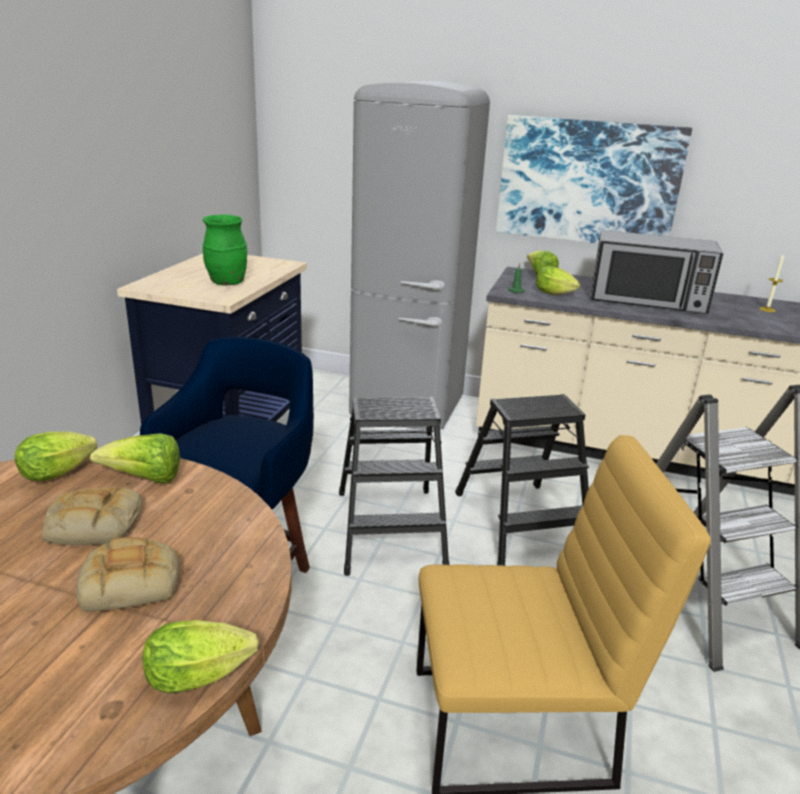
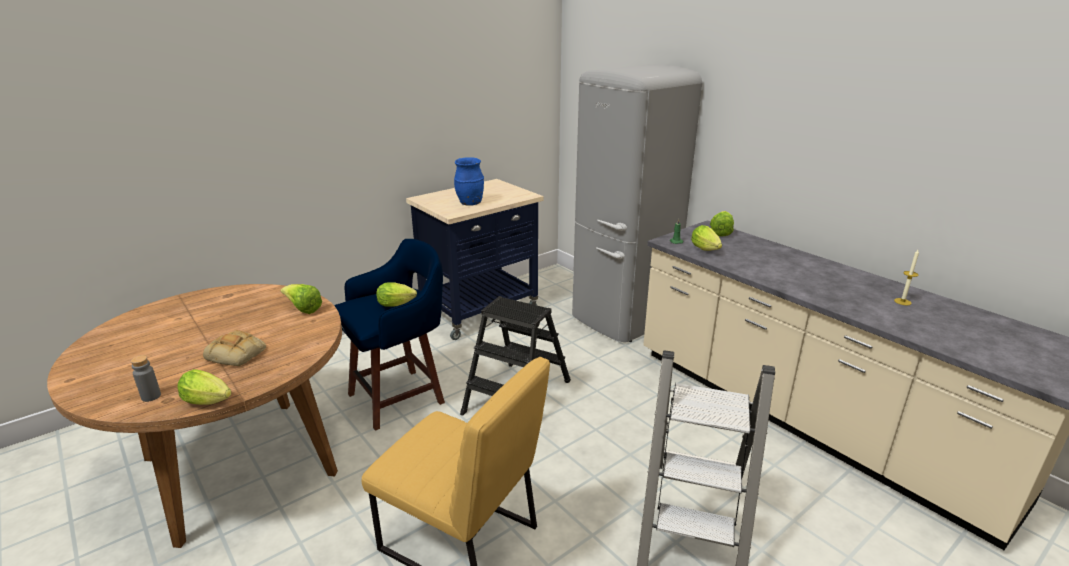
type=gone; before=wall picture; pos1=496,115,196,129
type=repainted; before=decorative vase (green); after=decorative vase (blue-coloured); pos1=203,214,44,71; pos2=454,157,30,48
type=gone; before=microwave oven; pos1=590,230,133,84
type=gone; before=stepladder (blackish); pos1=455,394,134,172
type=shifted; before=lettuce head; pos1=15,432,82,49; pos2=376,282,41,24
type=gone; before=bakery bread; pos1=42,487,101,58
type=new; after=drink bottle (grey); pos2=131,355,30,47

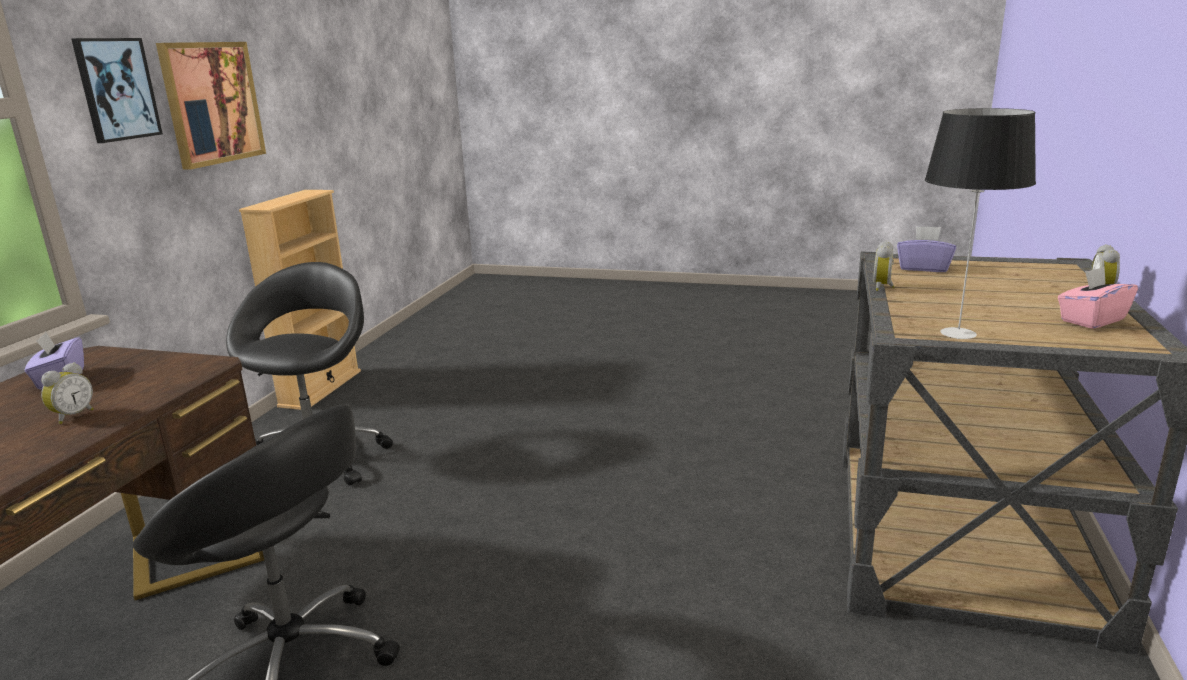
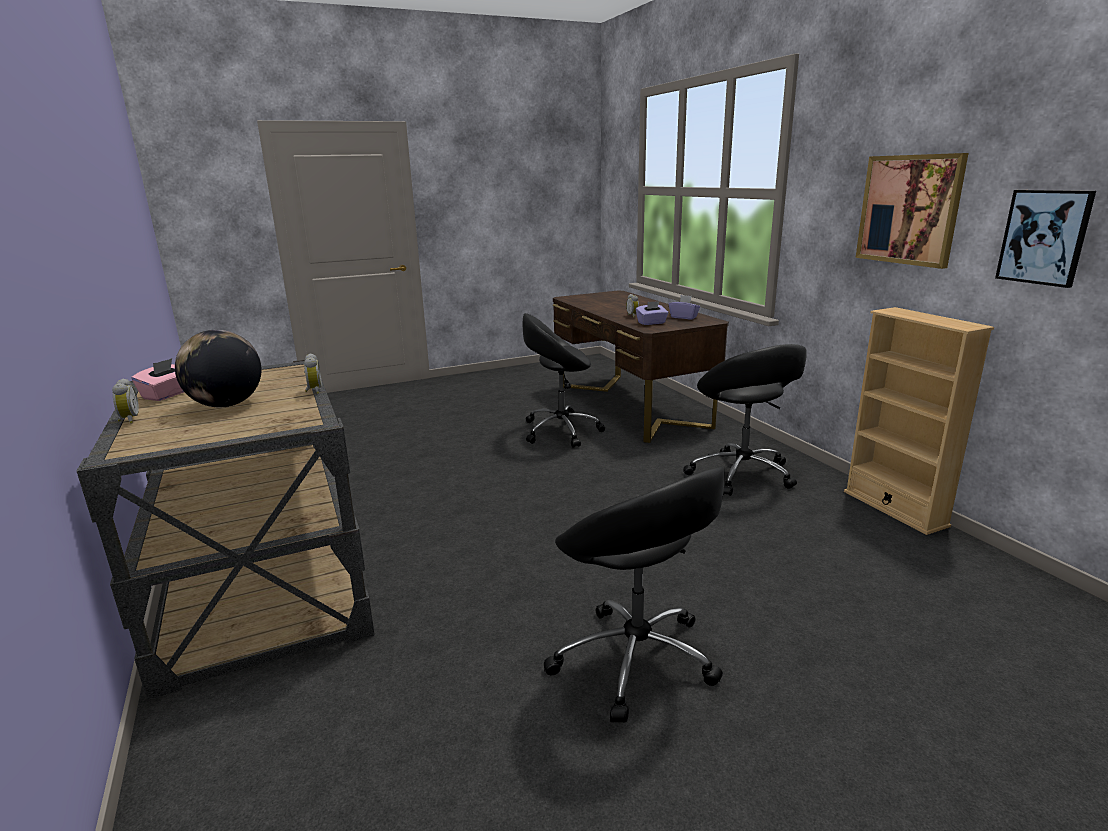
type=shifted; before=wall picture; pos1=71,38,92,105; pos2=995,190,101,98
type=gone; before=lamp for a table; pos1=925,108,111,231
type=shifted; before=tissue holder (purple-coloured); pos1=897,226,59,46; pos2=636,301,32,24
type=new; after=desk globe; pos2=175,330,87,77
type=new; after=office chair (blackish); pos2=544,467,181,256

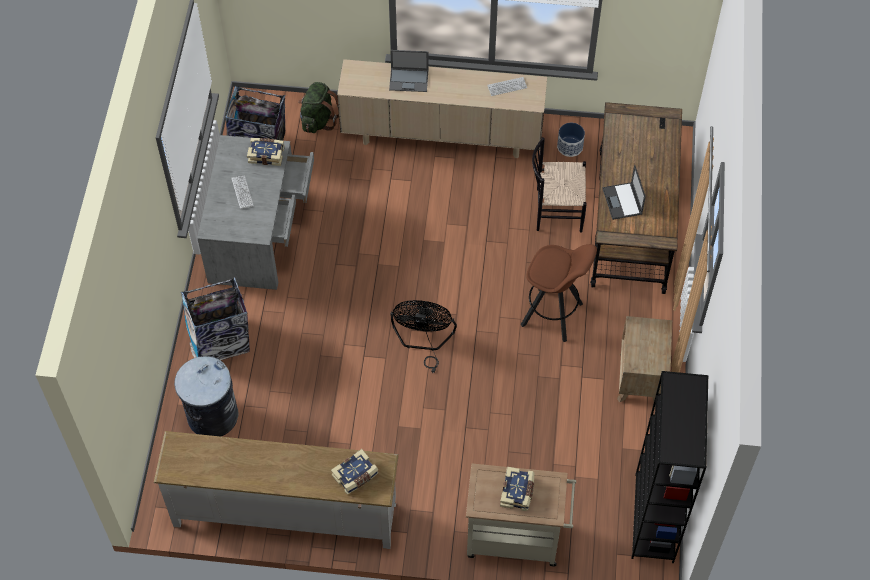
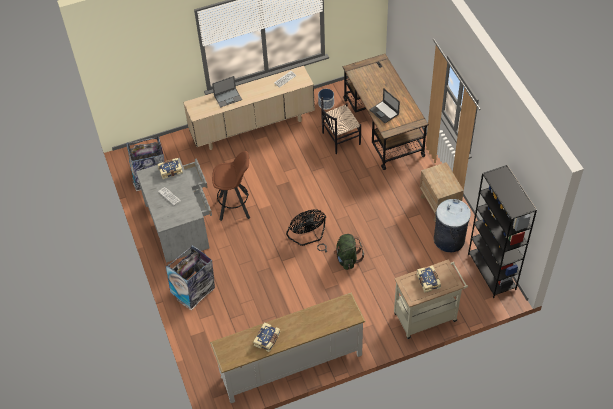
type=shifted; before=backpack (green); pos1=298,82,41,51; pos2=334,234,30,36
type=shifted; before=sitting stool (brown); pos1=521,244,76,98; pos2=212,151,38,70
type=shifted; before=rubbish bin (grey); pos1=174,356,65,81; pos2=434,199,37,53
type=shifted; before=volume; pos1=331,449,47,45; pos2=253,322,27,30

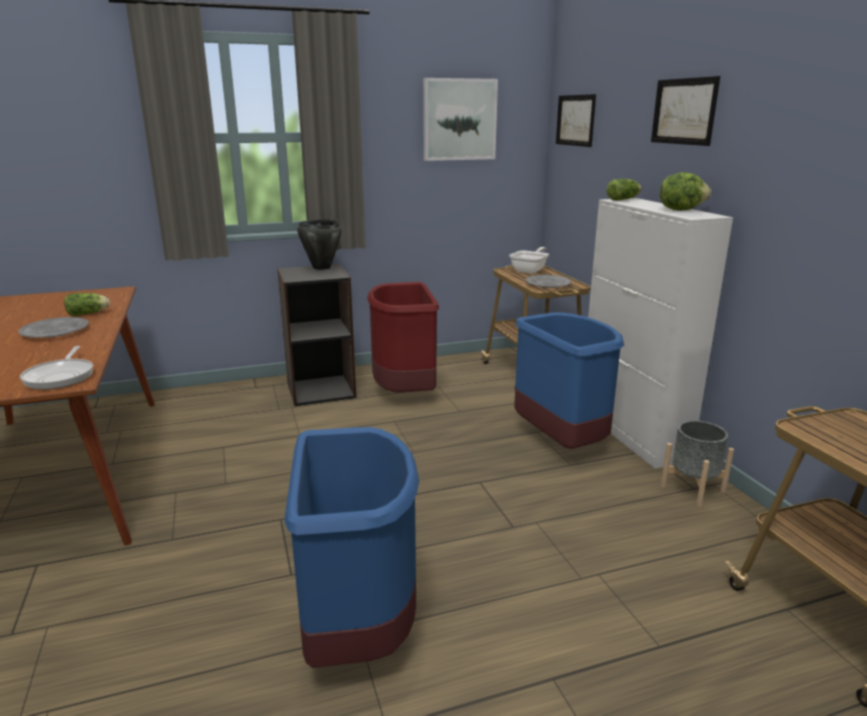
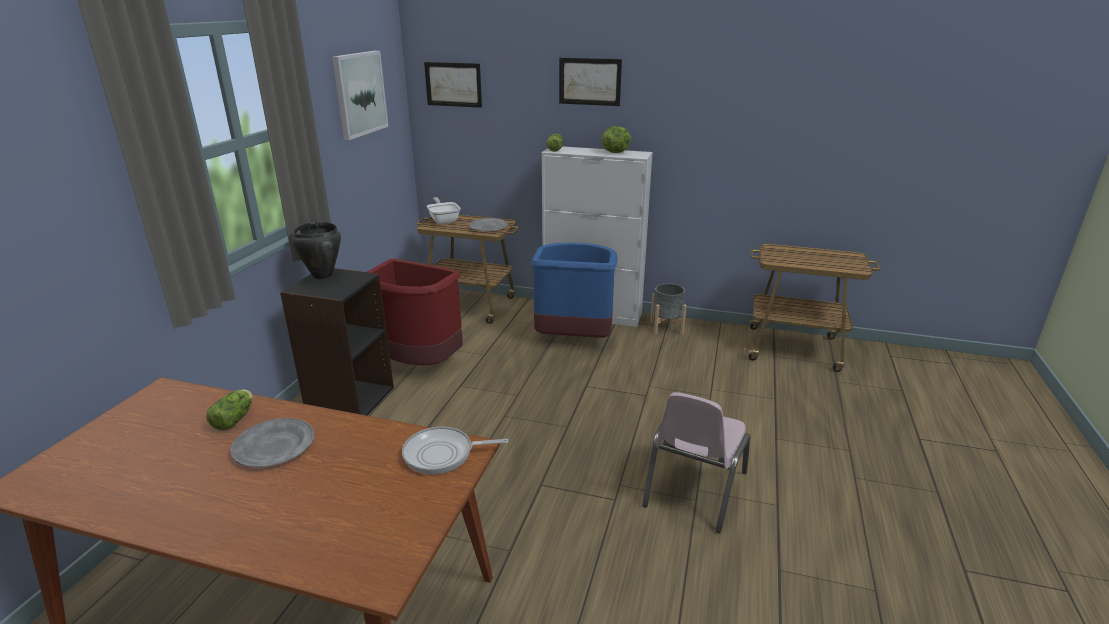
type=rotated; before=pan; pos1=20,346,73,44; pos2=402,427,106,47; turn=150
type=swapped; before=rubbish bin (blue-coloured); after=plain chair (pinkish); pos1=284,427,135,241; pos2=642,392,108,141

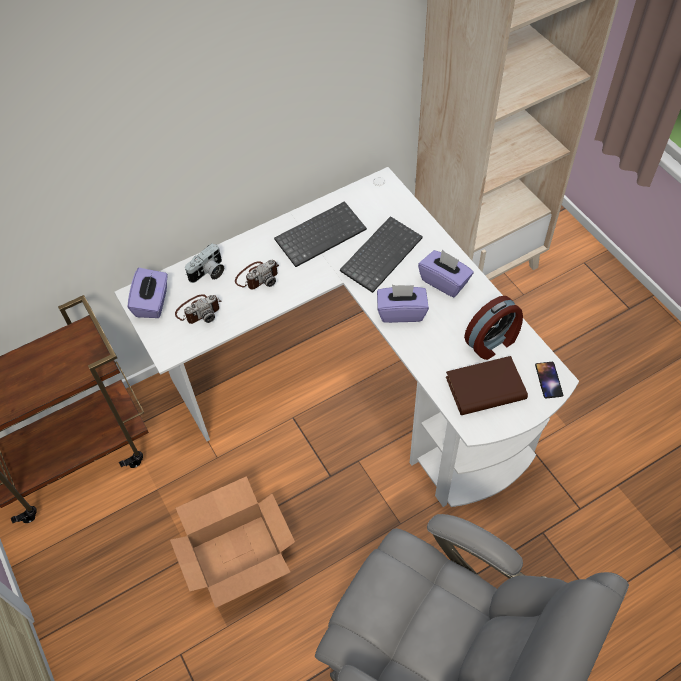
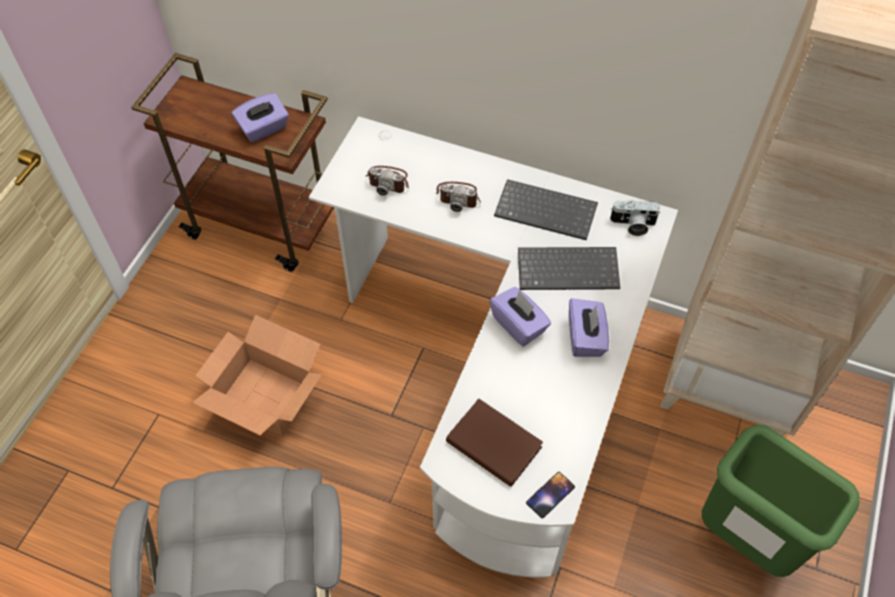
type=shifted; before=still camera; pos1=185,244,39,39; pos2=610,200,51,36
type=shifted; before=tissue holder (purple-coloured); pos1=128,268,40,50; pos2=232,93,57,49
type=gone; before=bedside clock; pos1=464,296,59,64
type=new; after=rubbish bin (green); pos2=702,425,158,152

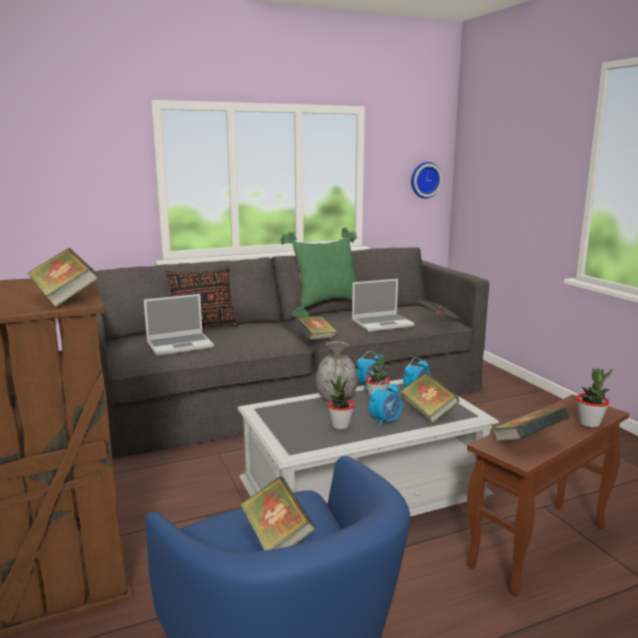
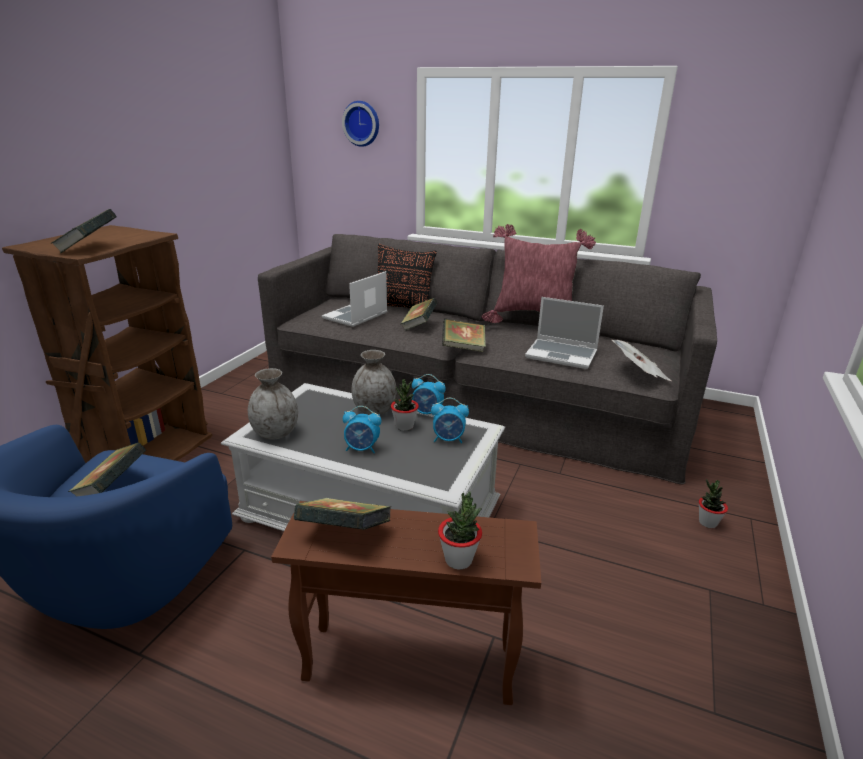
type=shifted; before=hanging clock; pos1=411,162,31,37; pos2=342,101,37,46
type=repainted; before=cushion (green); after=cushion (red); pos1=281,227,76,91; pos2=482,224,114,99
type=rotated; before=portable computer; pos1=144,294,70,62; pos2=322,271,65,56; turn=105
type=shifted; before=volume; pos1=400,373,60,50; pos2=401,298,36,33
type=shifted; before=houseplant; pos1=327,376,28,53; pos2=699,479,29,50
type=new; after=decorative vase (grey); pos2=248,368,50,72

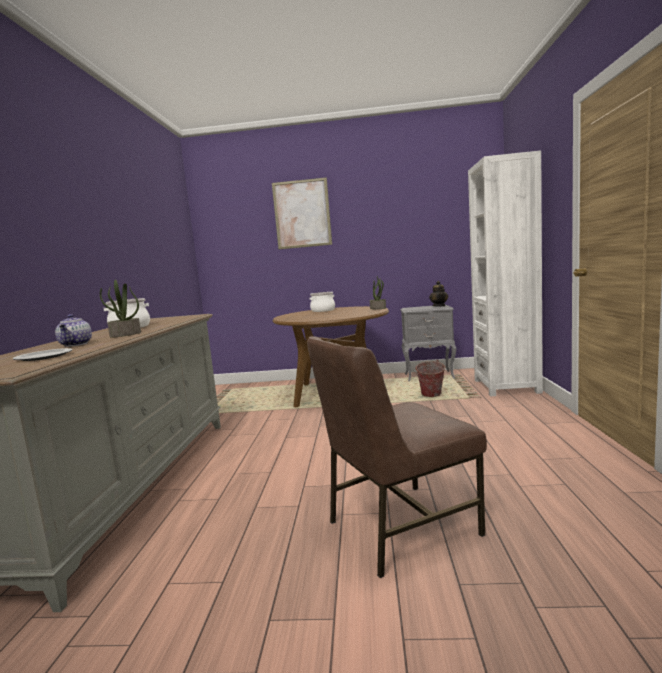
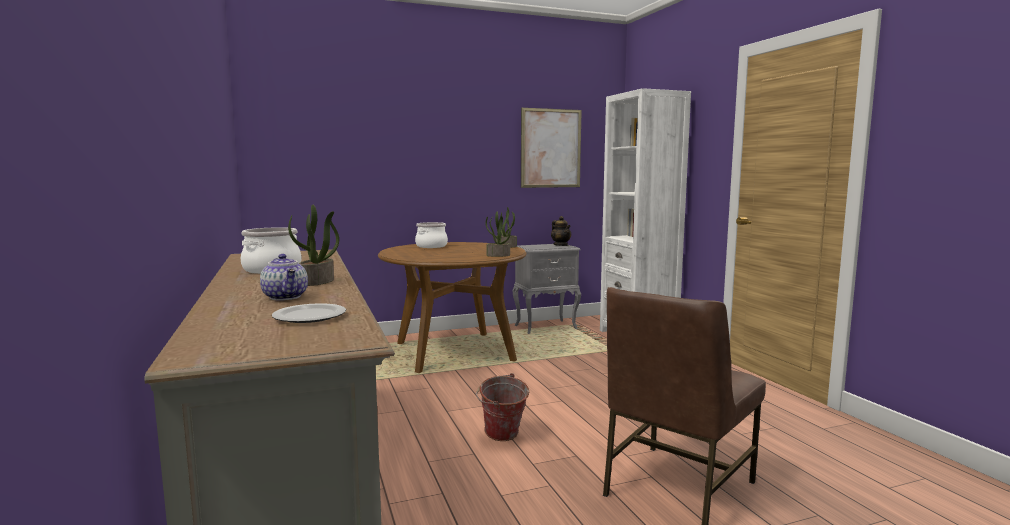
type=shifted; before=wall picture; pos1=272,177,60,72; pos2=521,108,61,80
type=shifted; before=bucket; pos1=414,360,32,37; pos2=476,373,53,68
type=new; after=houseplant; pos2=485,211,26,46

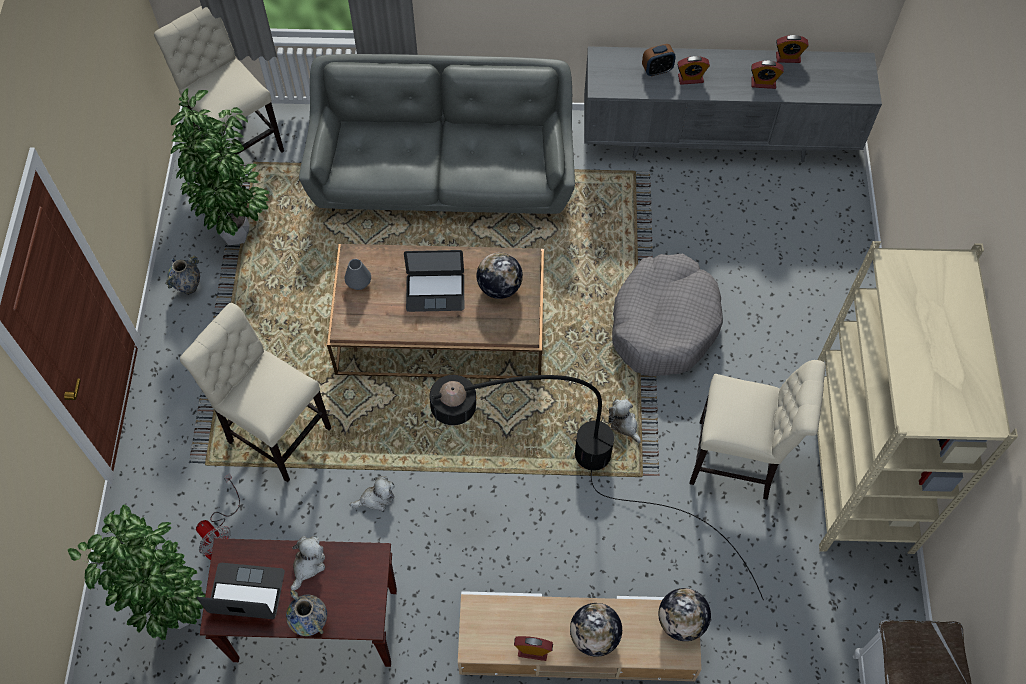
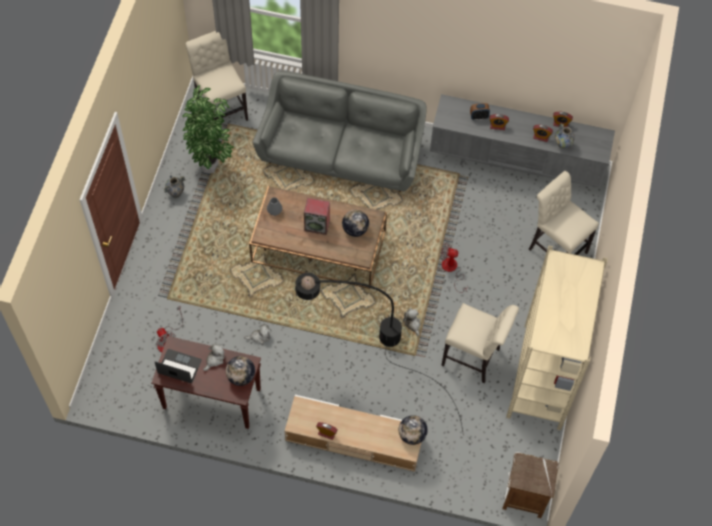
type=swapped; before=portable computer; after=audio speaker; pos1=404,250,60,62; pos2=304,198,26,37
type=swapped; before=dog bed (grey); after=cooling fan; pos1=612,253,111,123; pos2=441,242,27,51
type=shifted; before=sitting stool (sand-coloured); pos1=180,303,151,179; pos2=529,171,70,84
type=gone; before=houseplant; pos1=68,504,138,136
type=shifted; before=decorative vase; pos1=286,590,41,46; pos2=555,123,20,26
type=shifted; before=desk globe; pos1=570,603,52,54; pos2=226,356,29,30

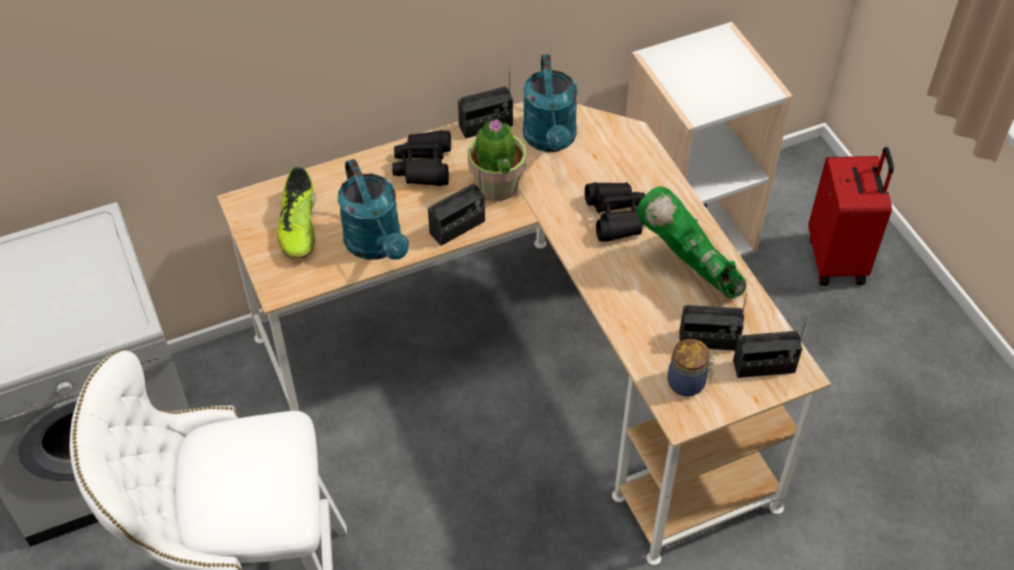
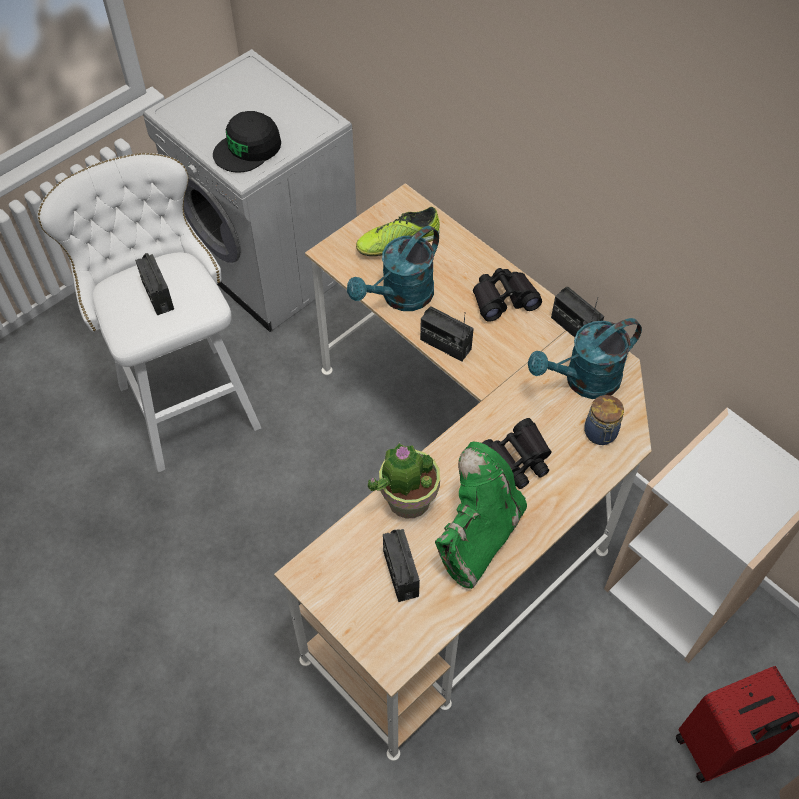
type=shifted; before=houseplant; pos1=468,119,59,82; pos2=368,443,72,76
type=shifted; before=radio; pos1=733,317,74,61; pos2=135,253,39,62
type=shifted; before=preserve jar; pos1=667,339,47,58; pos2=584,395,40,50
type=new; after=cap (blackish); pos2=213,111,68,62

